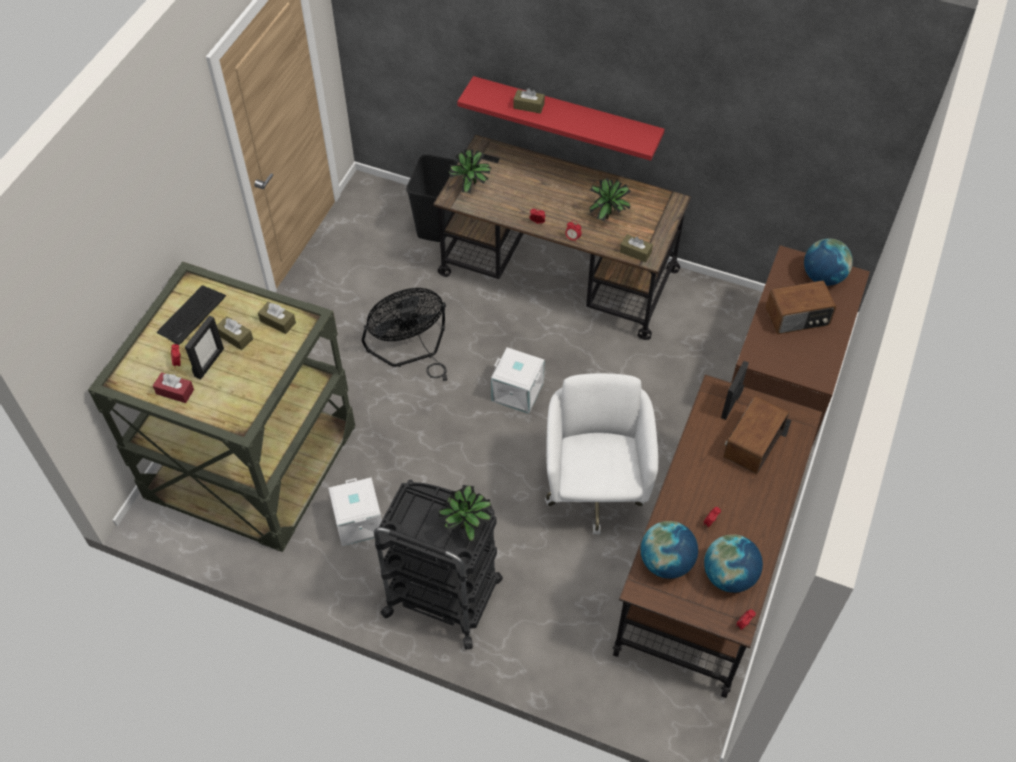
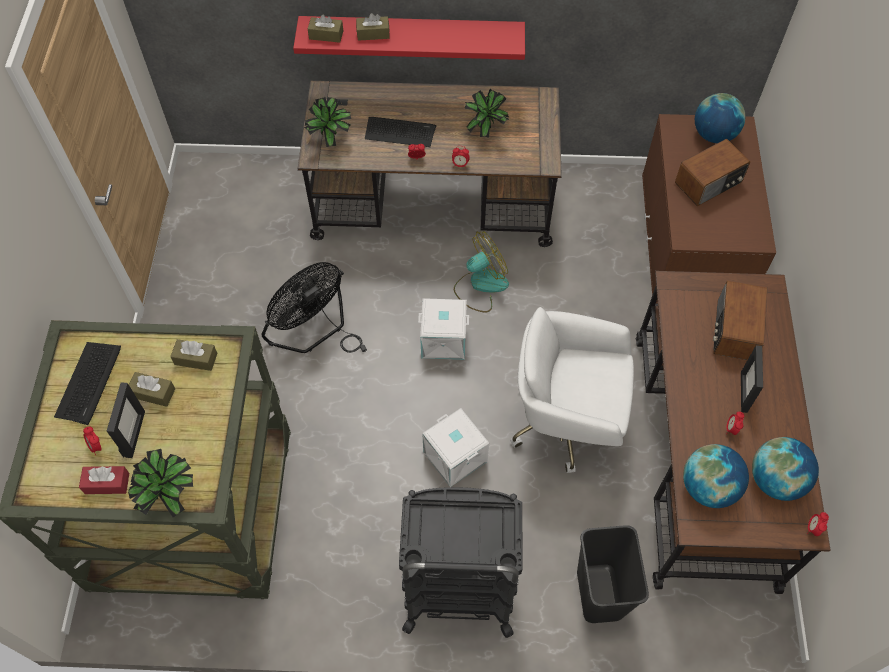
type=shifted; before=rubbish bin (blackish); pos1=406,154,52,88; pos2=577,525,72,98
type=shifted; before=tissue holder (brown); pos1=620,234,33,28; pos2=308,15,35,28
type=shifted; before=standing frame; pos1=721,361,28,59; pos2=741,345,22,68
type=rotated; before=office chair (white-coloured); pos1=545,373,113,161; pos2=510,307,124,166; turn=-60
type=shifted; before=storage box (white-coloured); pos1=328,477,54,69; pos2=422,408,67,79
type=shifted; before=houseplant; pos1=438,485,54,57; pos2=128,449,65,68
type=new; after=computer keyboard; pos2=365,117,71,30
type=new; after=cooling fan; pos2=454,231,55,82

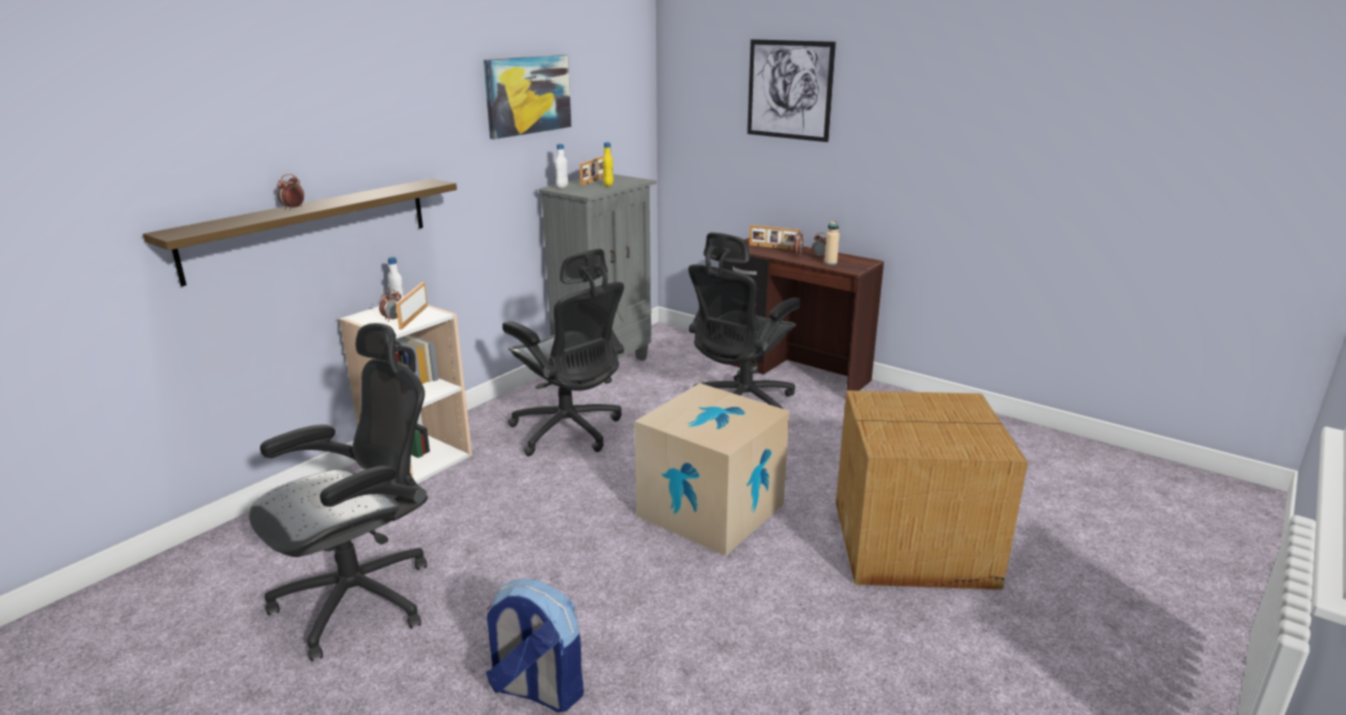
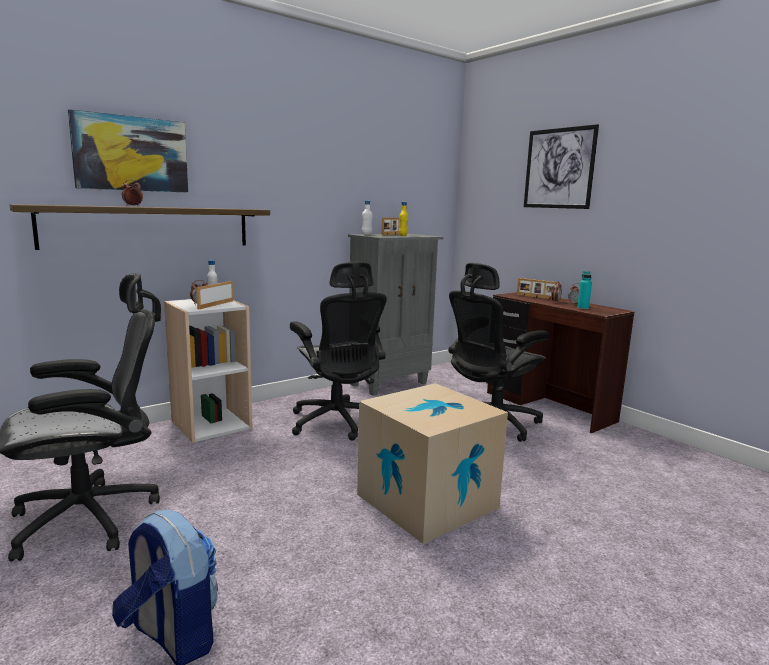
type=shifted; before=wall picture; pos1=483,55,88,84; pos2=68,109,120,84
type=repainted; before=drink bottle (sand-coloured); after=drink bottle (turquoise); pos1=824,221,15,44; pos2=577,271,15,38
type=gone; before=packing box; pos1=836,391,192,199

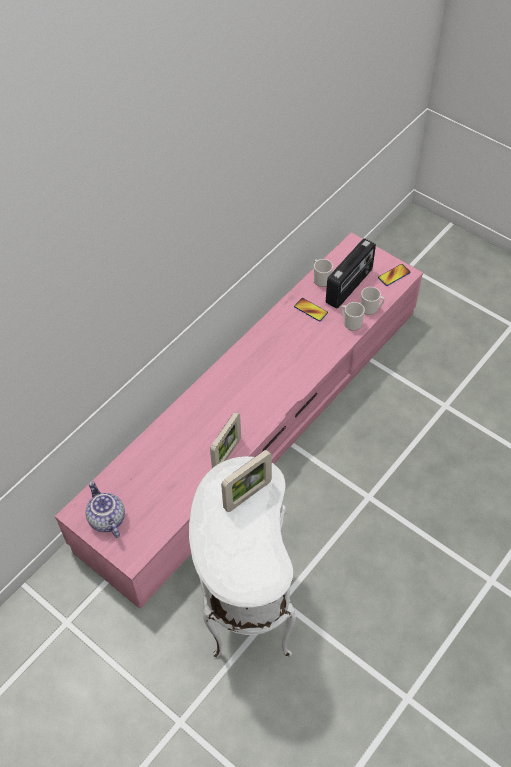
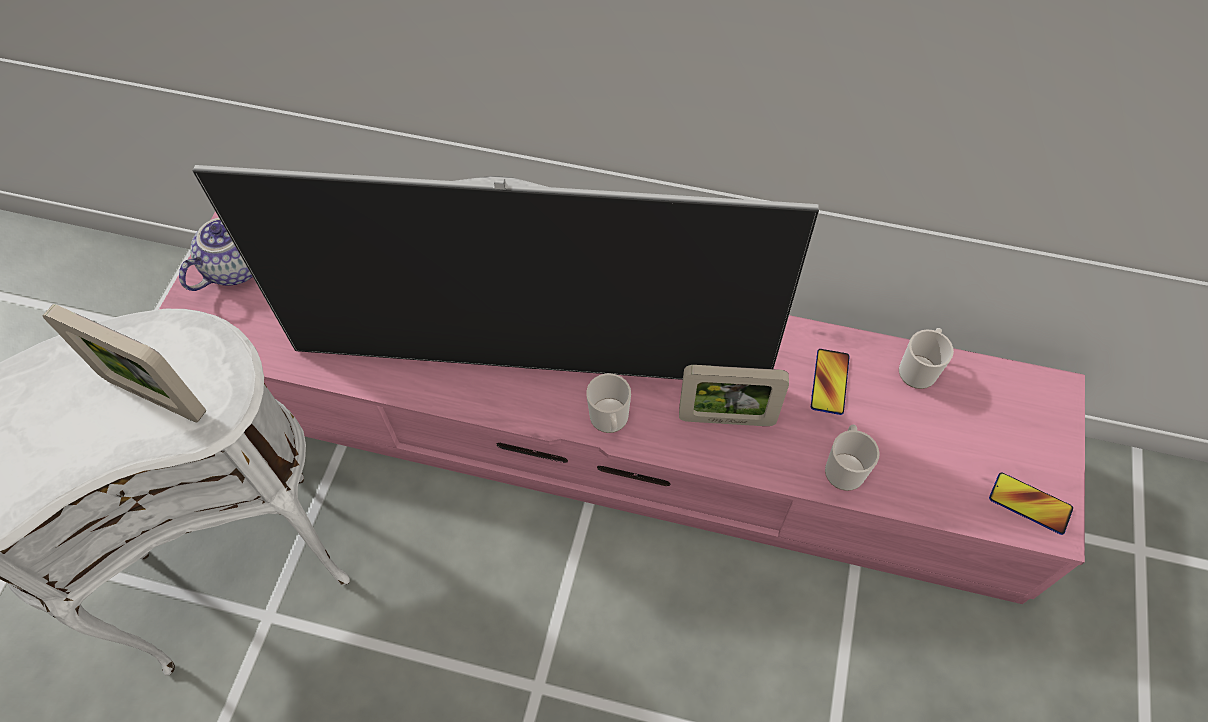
type=gone; before=radio; pos1=326,238,50,71
type=shifted; before=tea mug; pos1=361,287,24,28; pos2=586,373,45,60
type=shifted; before=standing frame; pos1=210,412,31,56; pos2=679,365,110,61
type=new; after=TV; pos2=193,165,626,215

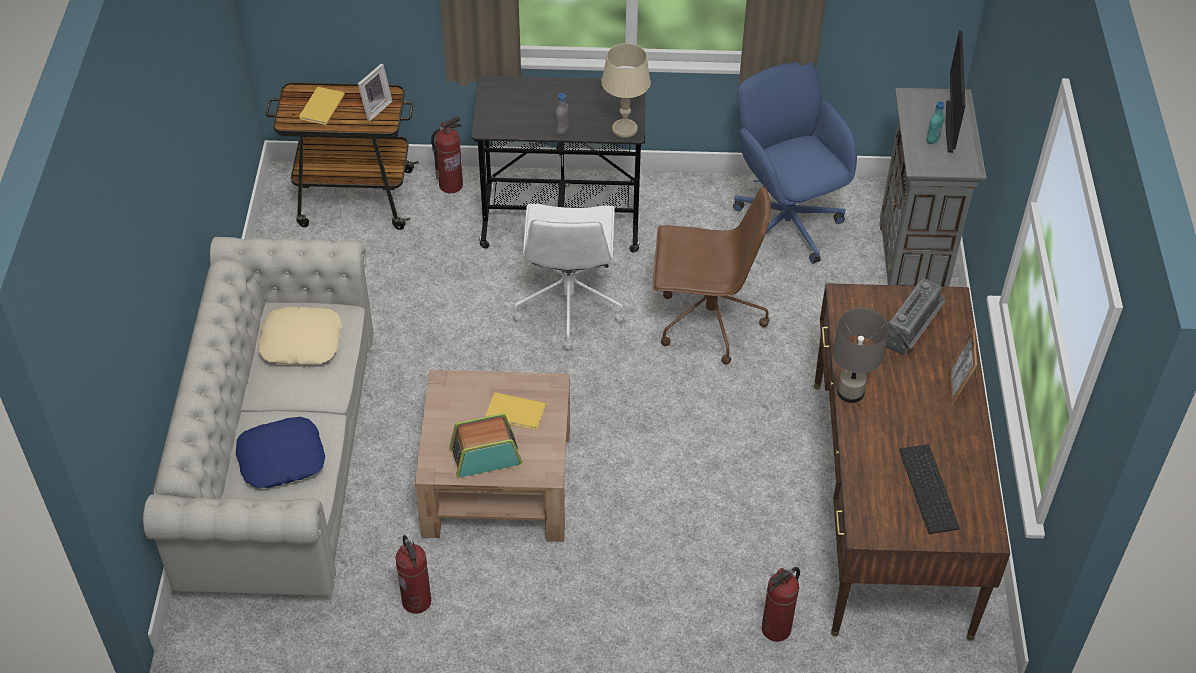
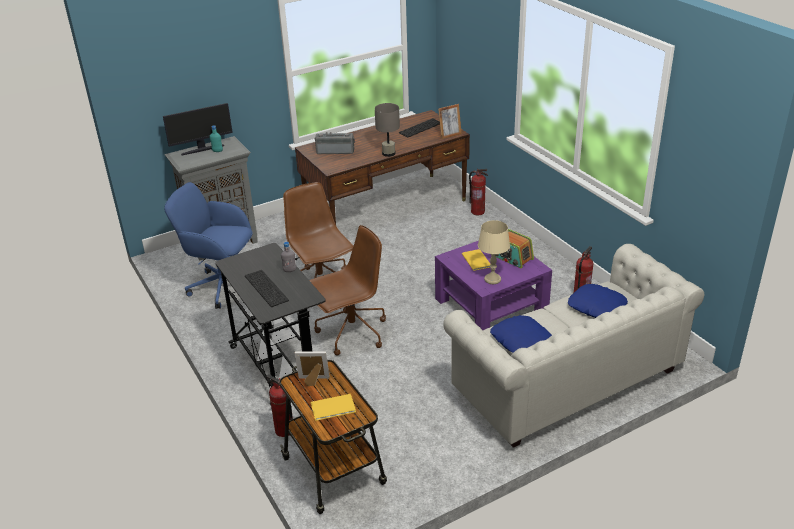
type=shifted; before=lamp for a table (sand-coloured); pos1=601,43,50,95; pos2=478,220,32,64
type=rotated; before=office chair (blue-coloured); pos1=733,62,124,202; pos2=164,182,89,127; turn=75
type=repainted; before=office chair (white-coloured); after=office chair (brown); pos1=513,204,112,147; pos2=309,225,77,131
type=repainted; before=cushion (sand-coloured); after=cushion (blue-coloured); pos1=258,307,83,58; pos2=490,315,62,38
type=shifted; before=standing frame; pos1=949,328,28,77; pos2=438,104,24,35
type=repainted; before=coffee table (brown); after=coffee table (purple-coloured); pos1=415,370,155,172; pos2=435,241,117,89
type=new; after=computer keyboard; pos2=245,270,44,37

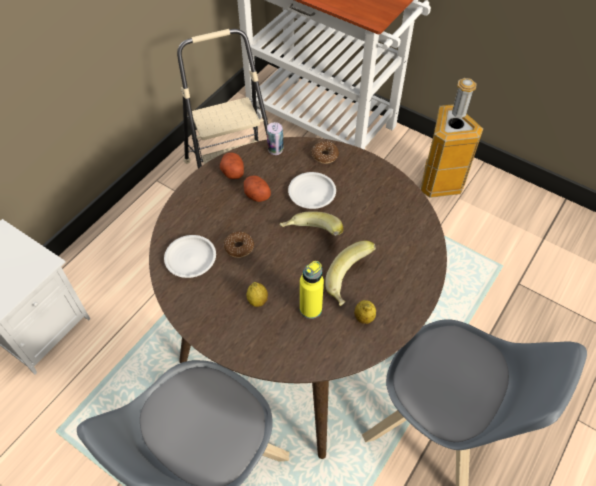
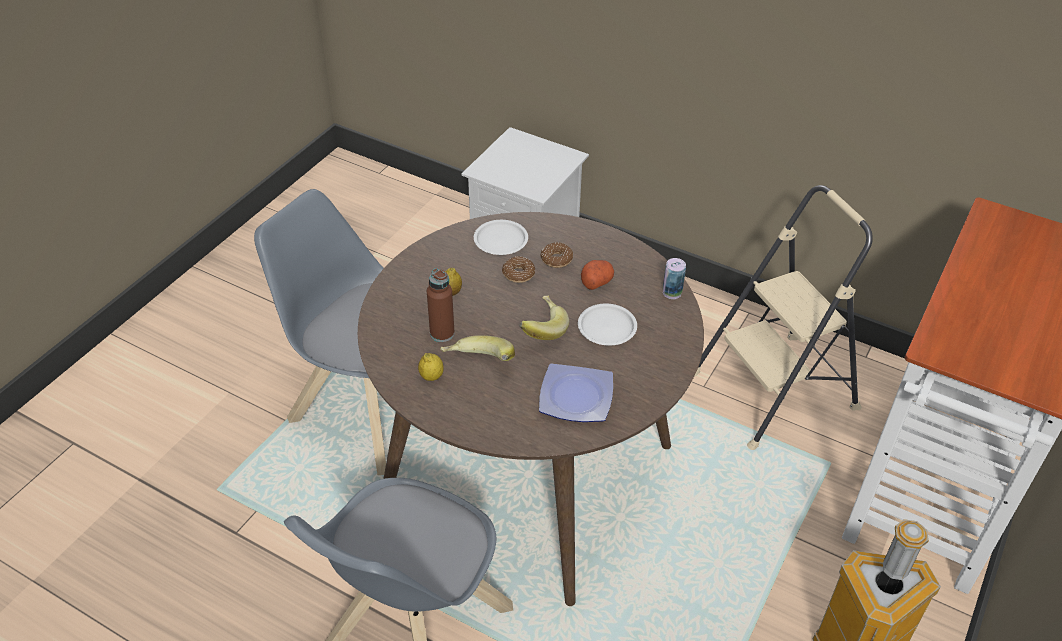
type=shifted; before=donut; pos1=312,141,27,23; pos2=541,242,32,26
type=gone; before=whole potato; pos1=220,153,24,26
type=repainted; before=drink bottle (yellow); after=drink bottle (brown); pos1=300,261,24,58; pos2=427,268,28,74
type=new; after=flat dish; pos2=539,364,74,58

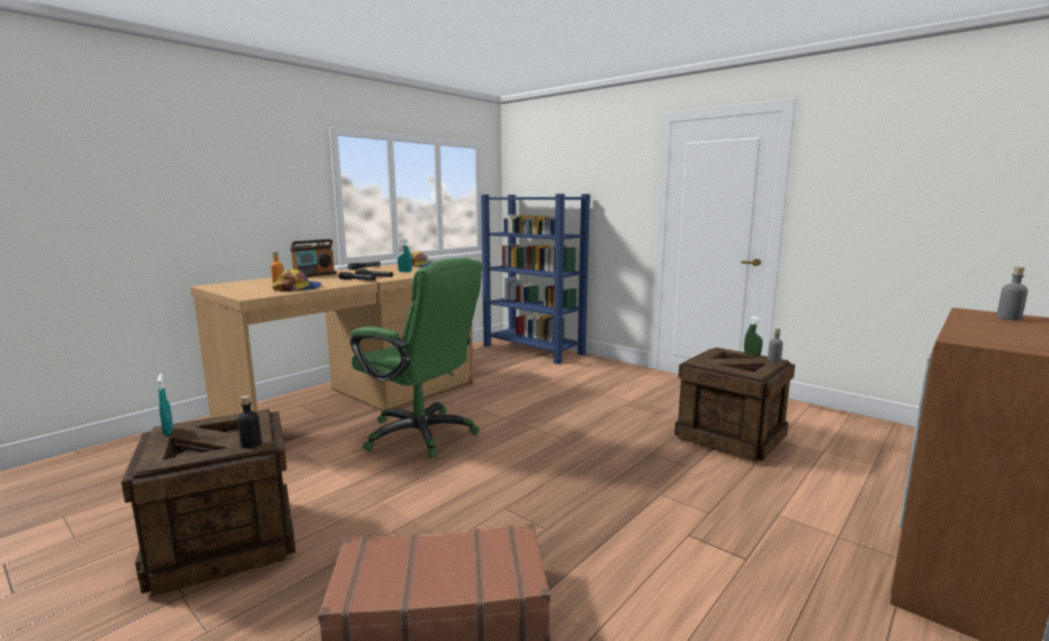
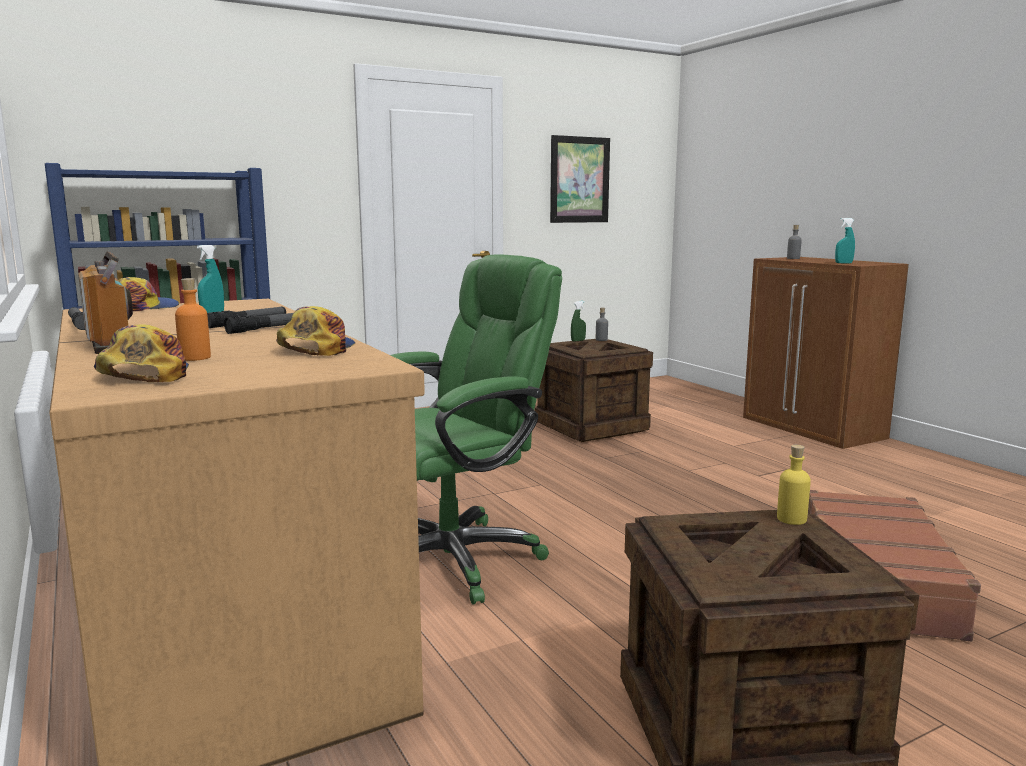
type=shifted; before=spray bottle (turquoise); pos1=157,374,16,61; pos2=835,218,20,45
type=repainted; before=drink bottle (blackish); after=drink bottle (yellow); pos1=237,396,25,52; pos2=777,445,34,80
type=new; after=wall picture; pos2=550,135,60,88
type=new; after=cap; pos2=94,324,95,58

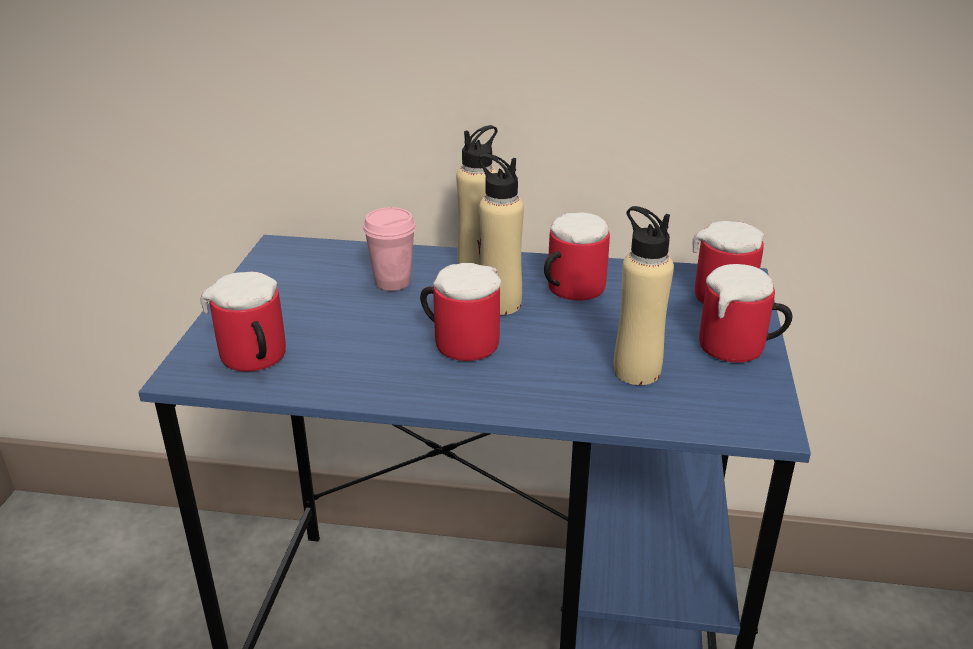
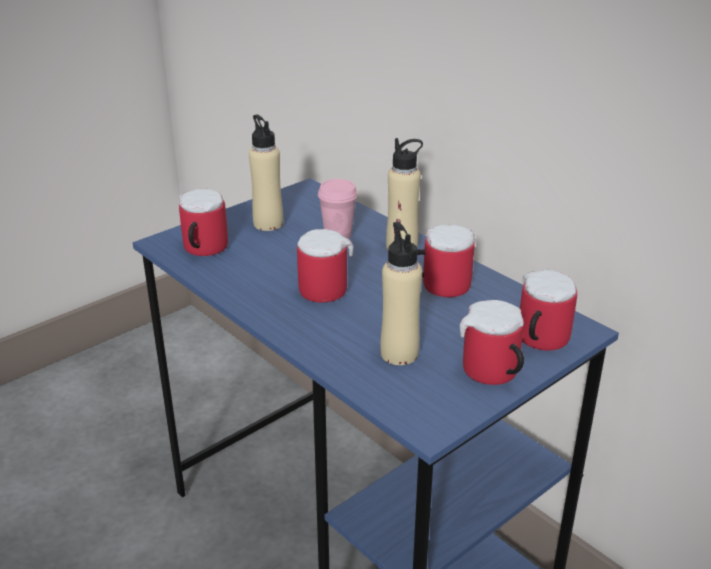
type=shifted; before=drink bottle (sand-coloured); pos1=478,154,46,161; pos2=249,114,34,117

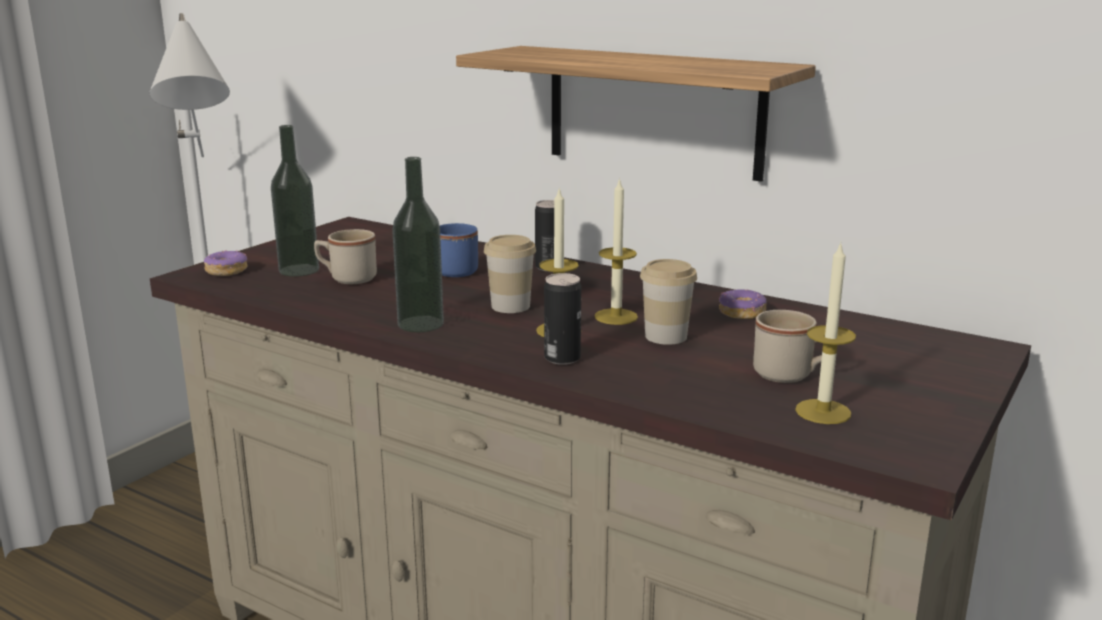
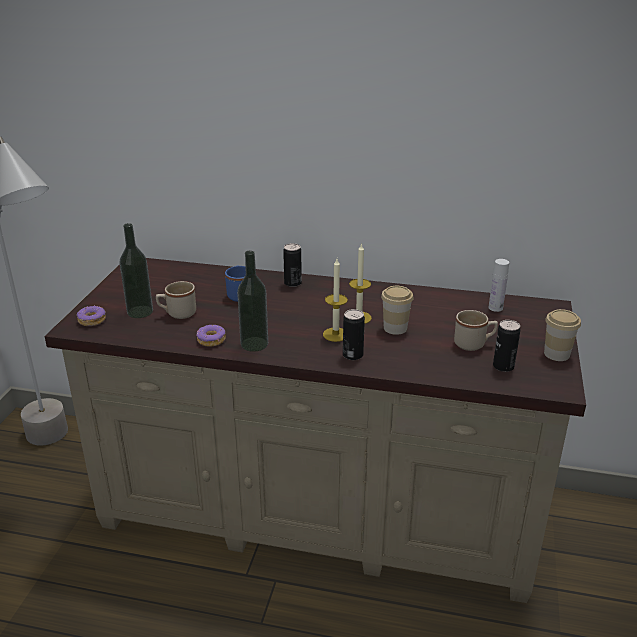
type=gone; before=bracket shelf; pos1=456,46,360,136
type=shifted; before=drinking cup; pos1=484,235,52,78; pos2=544,309,37,52
type=swapped; before=wax candle; after=metal can; pos1=795,242,61,182; pos2=493,320,27,52
type=shifted; before=donut; pos1=719,289,48,30; pos2=196,325,30,22
type=new; after=drink bottle (white-coloured); pos2=489,259,20,53

